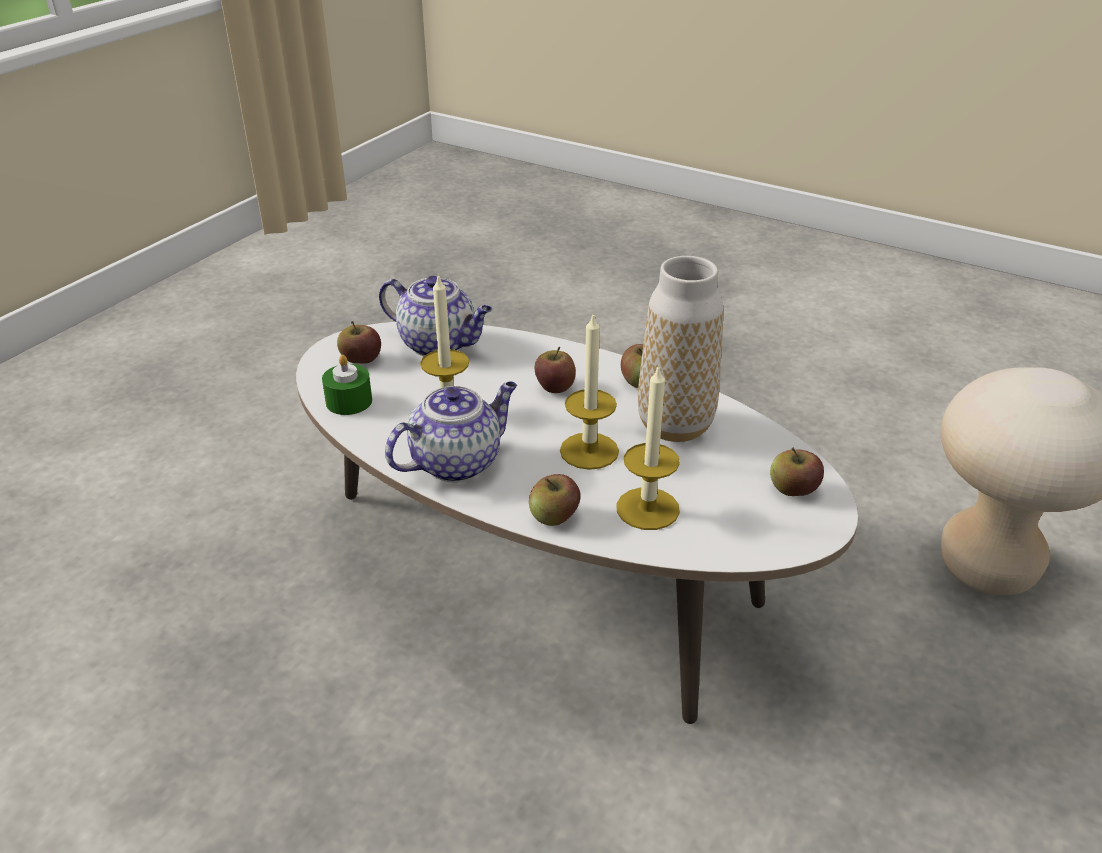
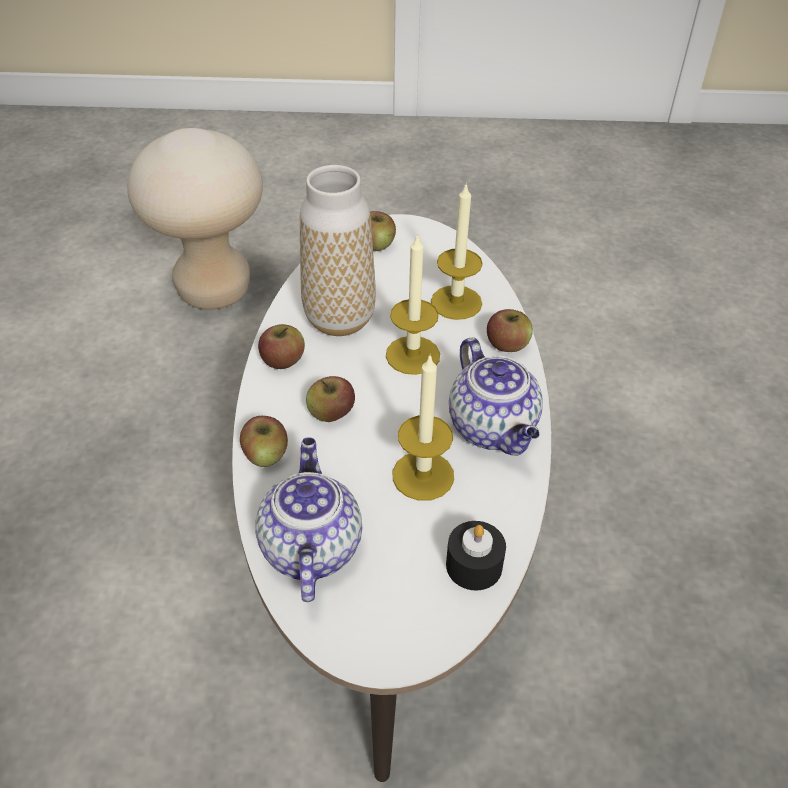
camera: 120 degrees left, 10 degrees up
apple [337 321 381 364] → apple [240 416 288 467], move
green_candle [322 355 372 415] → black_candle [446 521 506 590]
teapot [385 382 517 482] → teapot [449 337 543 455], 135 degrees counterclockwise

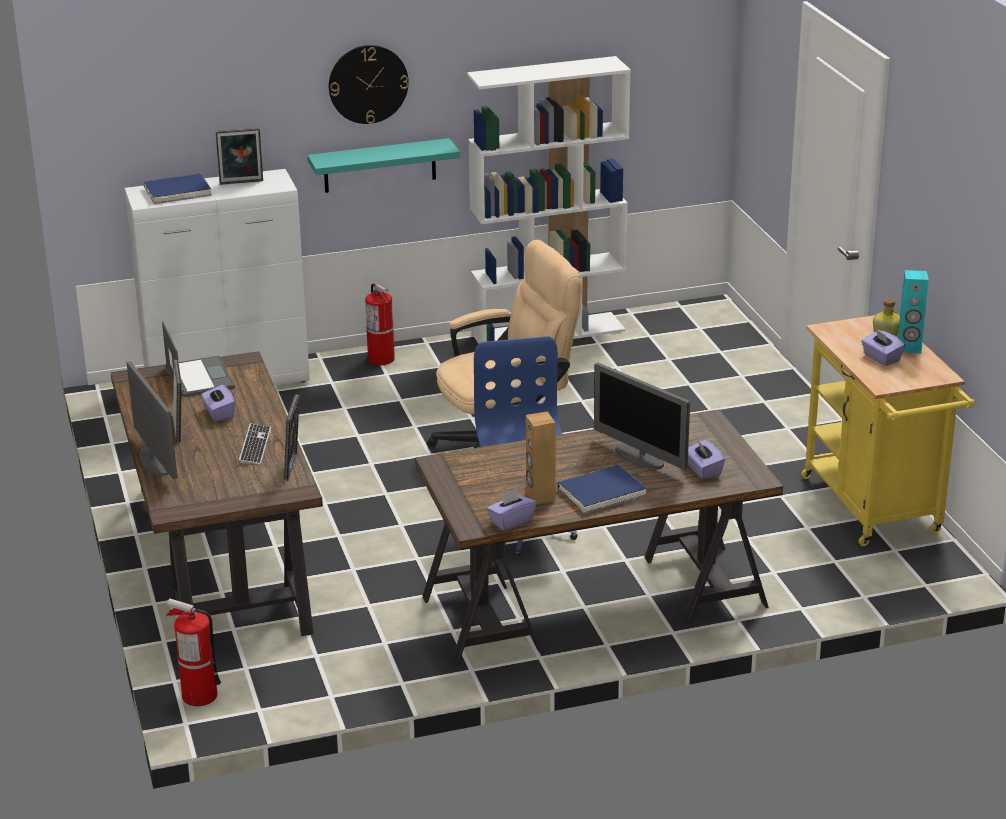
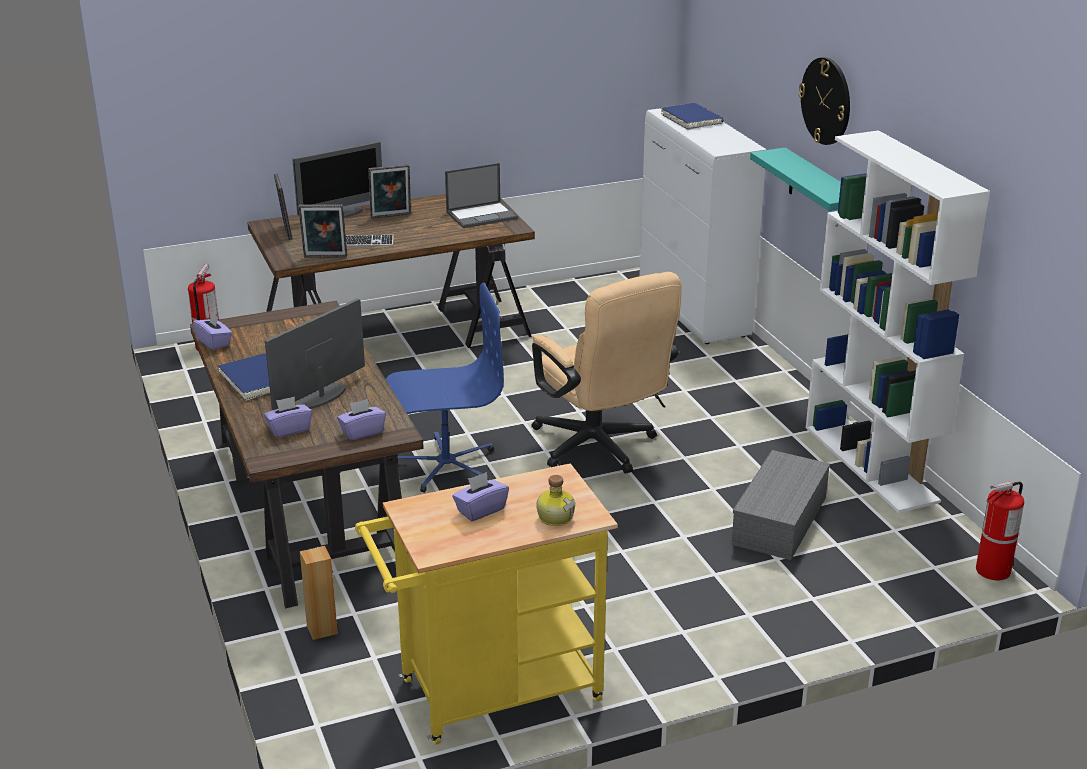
camera: 85 degrees right, 0 degrees up
picture_frame [215 127 263 185] → picture_frame [274 174 292 240], move
turquoise_speaker [898 270 929 354] → -
fire_extinguisher [365 283 395 365] → fire_extinguisher [976 481 1024 581], move
purple_tissue_box [201 385 235 421] → purple_tissue_box [337 399 386 441], move
brown_speaker [526 411 556 504] → brown_speaker [300 546 338 640], move
- → grey_storage_box [731 450 830 560]

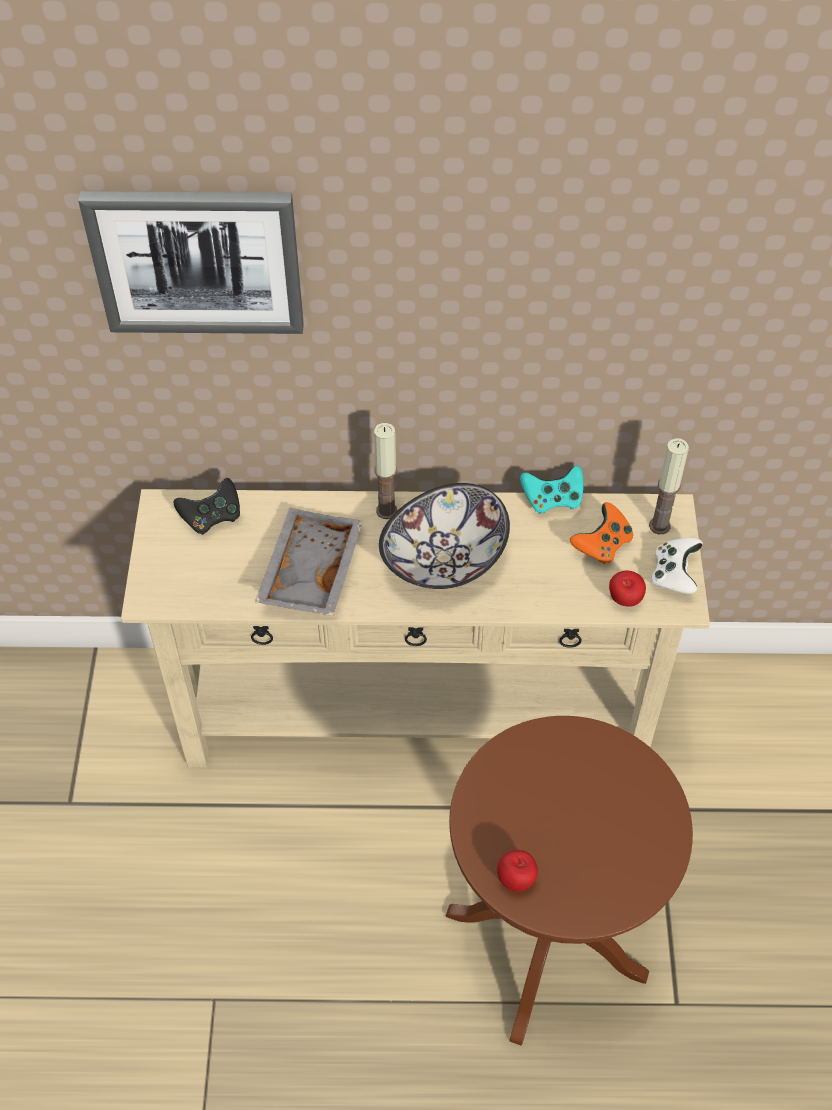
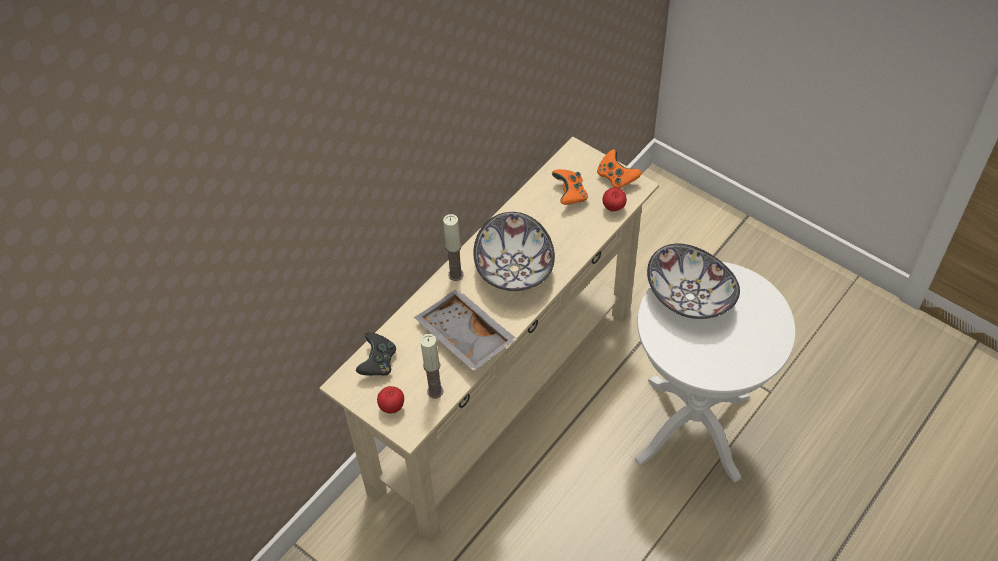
camera: 50 degrees left, 0 degrees up
picture [78 191 304 334] → -
candle [649 438 689 534] → candle [420 334 444 398], move
turquoise_game_controller [520 465 584 514] → -
white_game_controller [651 538 703 594] → orange_game_controller [597 149 642 189]
brown_side_table [445 716 693 1045] → white_side_table [635 262 795 483]
apple [497 850 538 891] → apple [377 386 404 413], move
- → bowl [647 244 740 319]

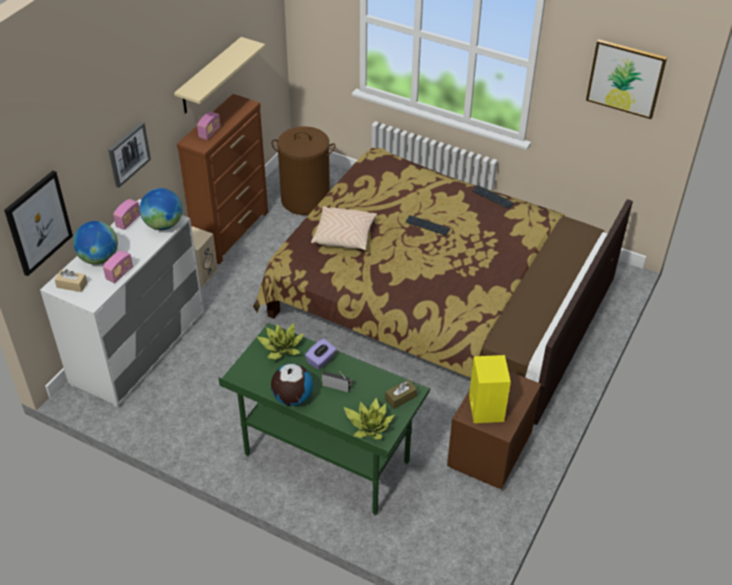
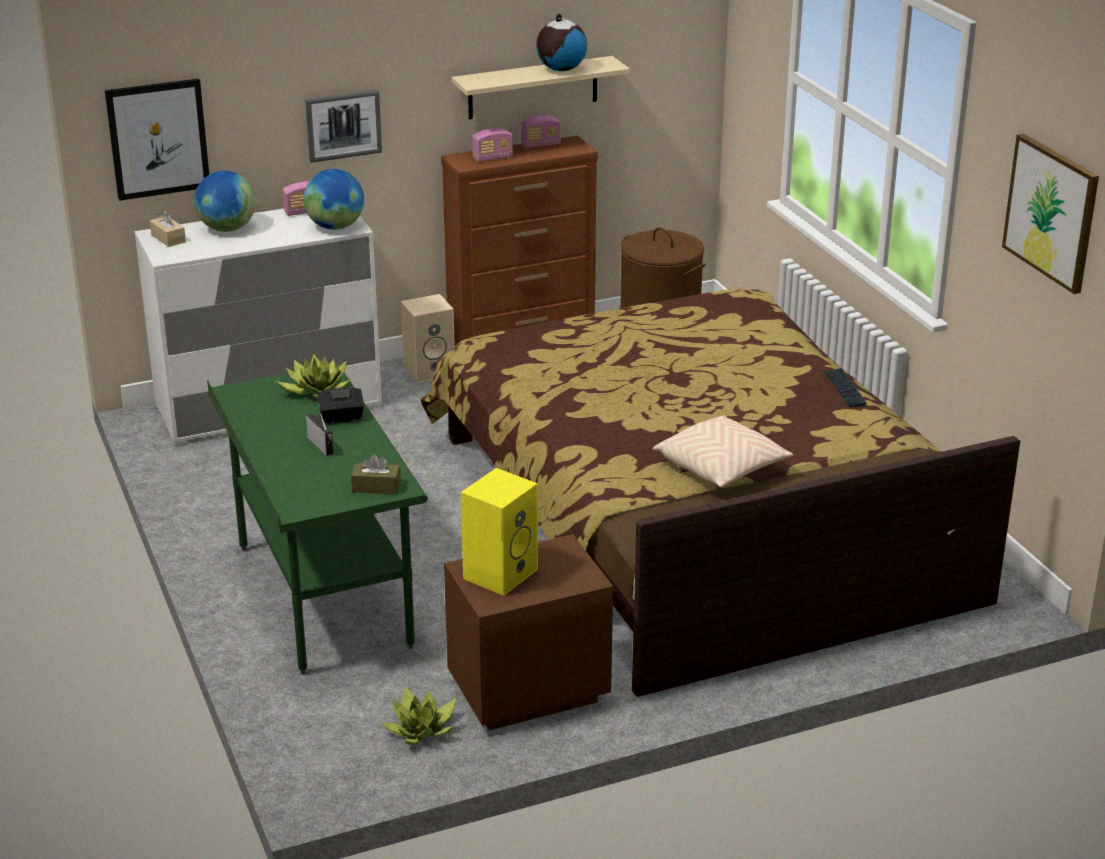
camera: 40 degrees right, 15 degrees down
beige_pillow [311 206 377 250] → beige_pillow [653 416 793 487], move
keyboard [405 215 450 235] → -
radio [103 250 133 283] → radio [521 116 561 148], move
purple_tissue_box [305 338 337 370] → black_tissue_box [317 388 364 423]
globe [271 364 313 406] → globe [536 14 587 71], move
potted_plant [344 398 394 440] → potted_plant [381 686 456 745], move

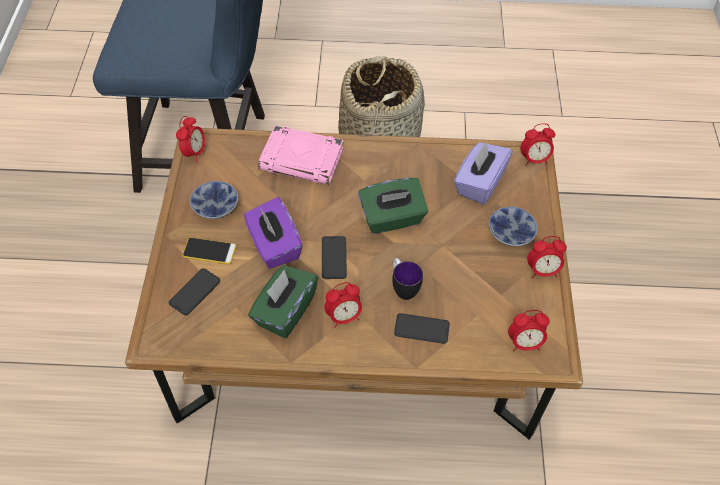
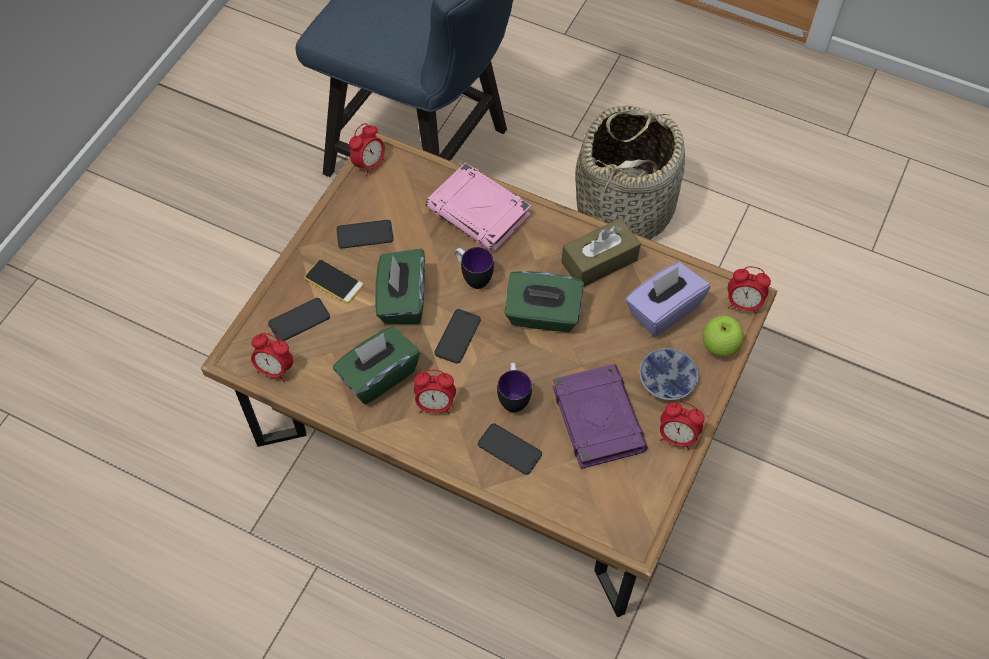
camera: 25 degrees right, 5 degrees up
bowl [190 181 238 219] → phone [336 220 394 249]
purple_tissue_box [244 197 303 269] → green_tissue_box [375 249 425 324]
alarm_clock [508 310 550 352] → alarm_clock [251 333 293 382], move
- → brown_tissue_box [561 218 641 287]
- → mug [455 247 494 289]
- → apple [702 316 743 357]
- → purple_book [552 364 648 469]

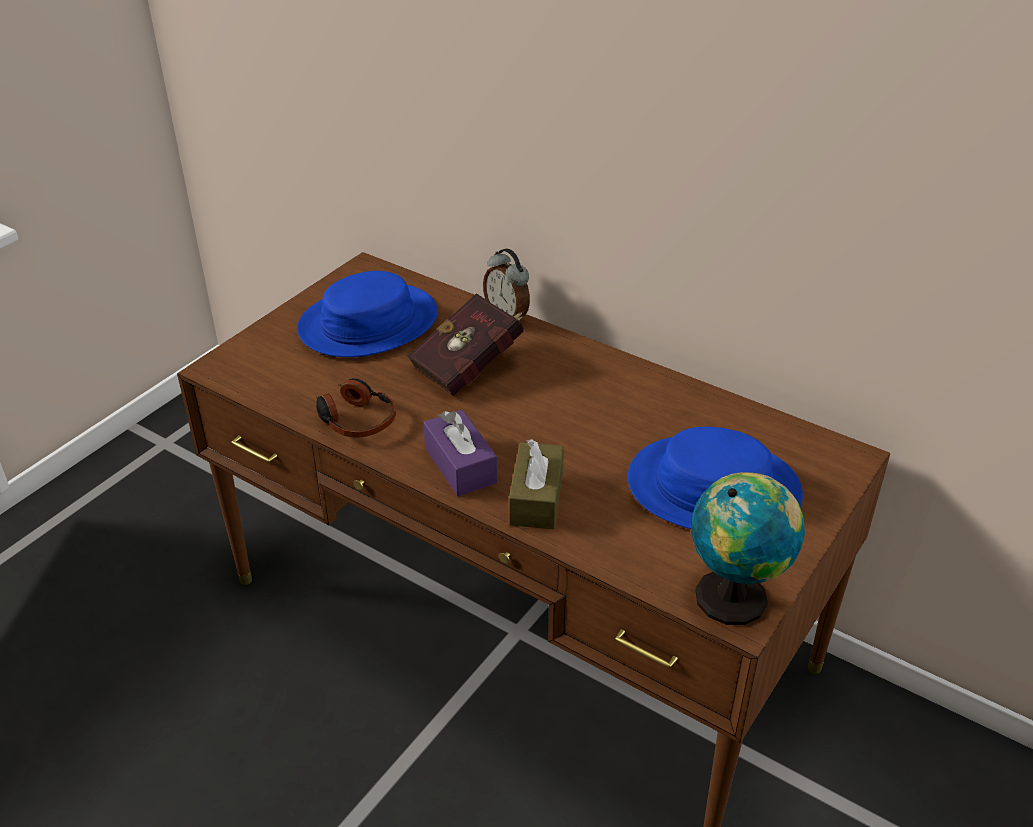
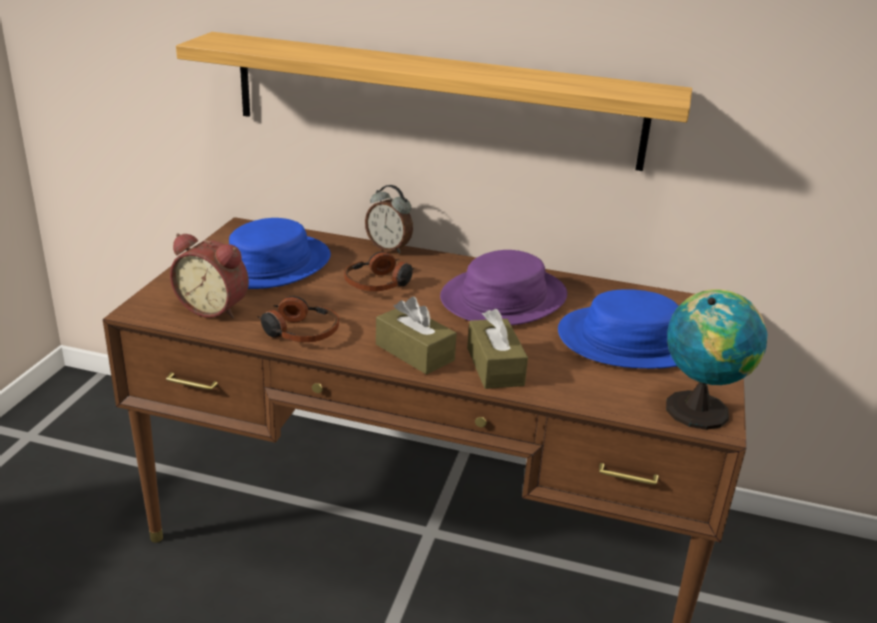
camera: 20 degrees left, 10 degrees down
red_book [407 293 524 396] → headphones [344 252 415 291]
purple_tissue_box [423 410 498 496] → brown_tissue_box [376 297 457 375]
- → shelf [176 32 692 171]
- → alarm_clock [170 233 249 318]
- → purple_hat [440 250 567 325]

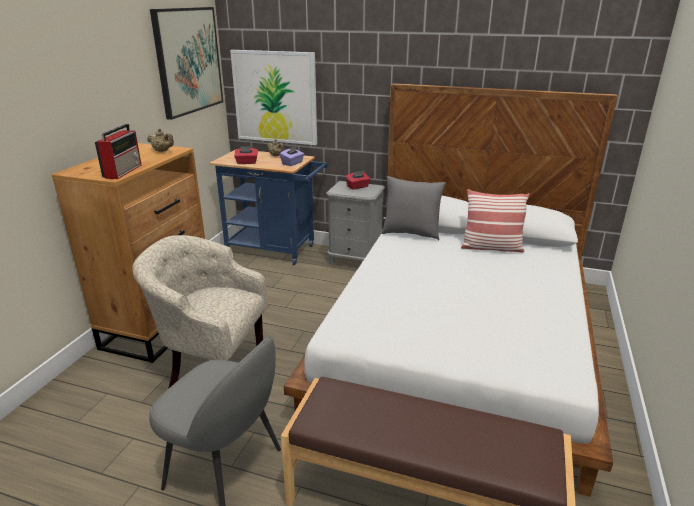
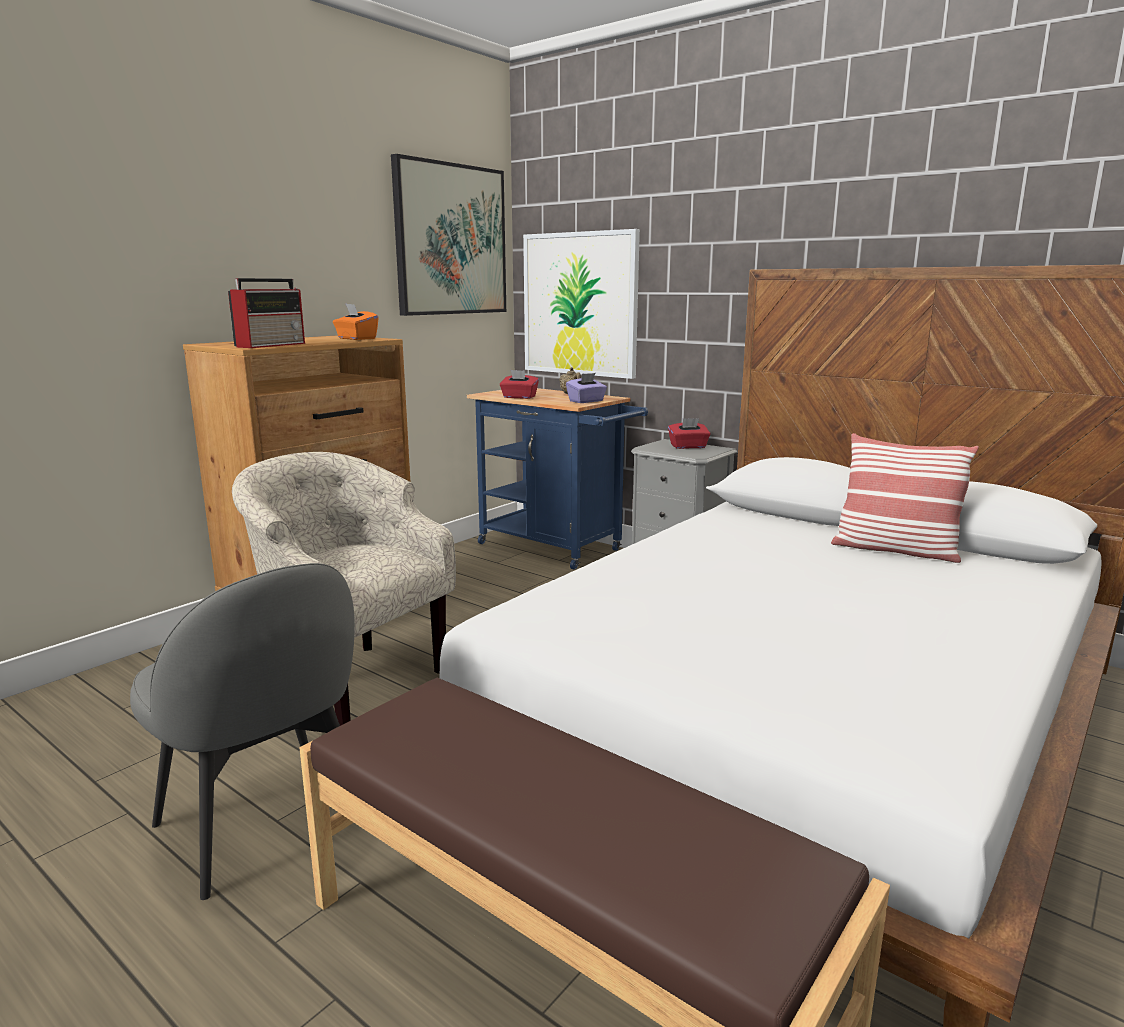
camera: 20 degrees right, 10 degrees down
beige_teapot [147 128 174 152] → orange_tissue_box [333 303 379 340]
grey_pillow [382 176 446 240] → -

